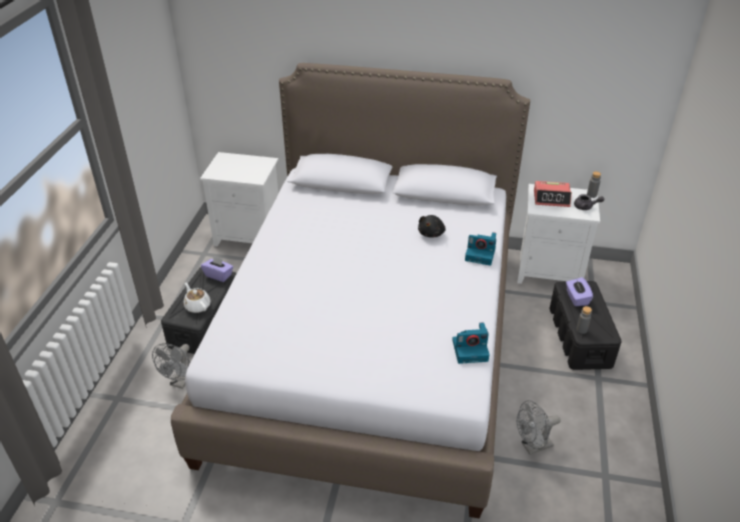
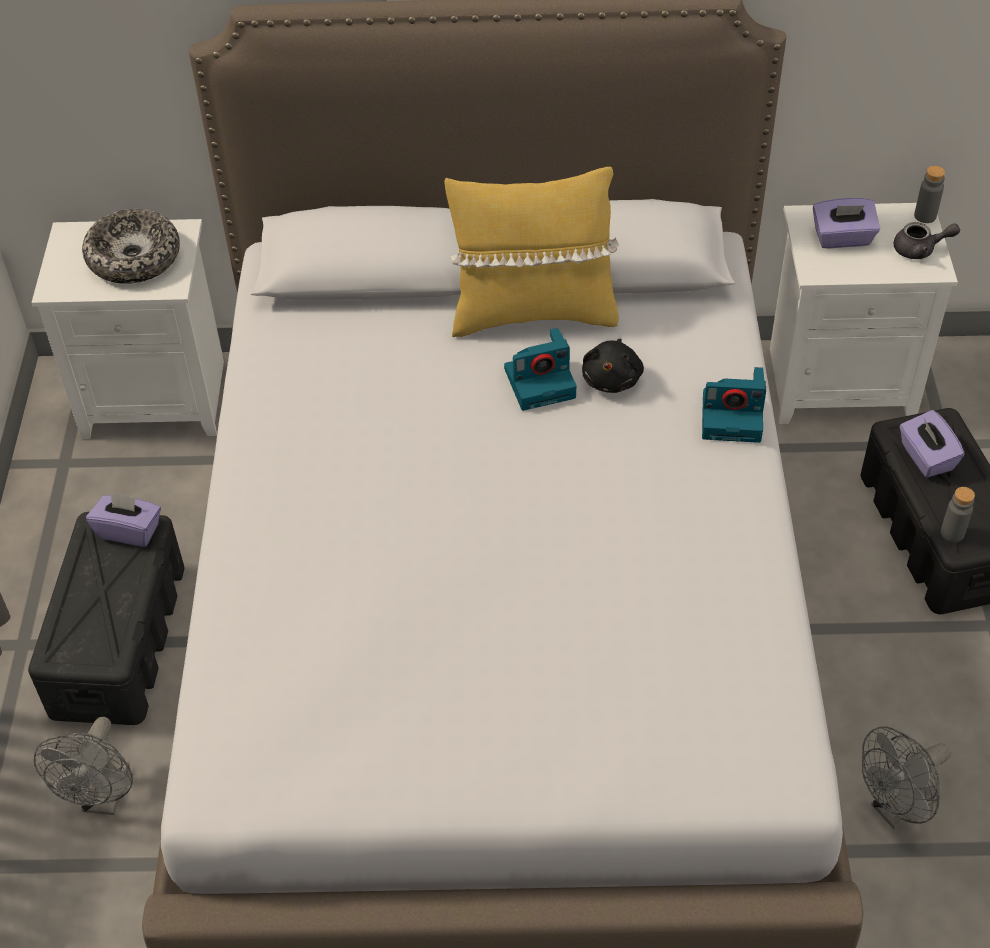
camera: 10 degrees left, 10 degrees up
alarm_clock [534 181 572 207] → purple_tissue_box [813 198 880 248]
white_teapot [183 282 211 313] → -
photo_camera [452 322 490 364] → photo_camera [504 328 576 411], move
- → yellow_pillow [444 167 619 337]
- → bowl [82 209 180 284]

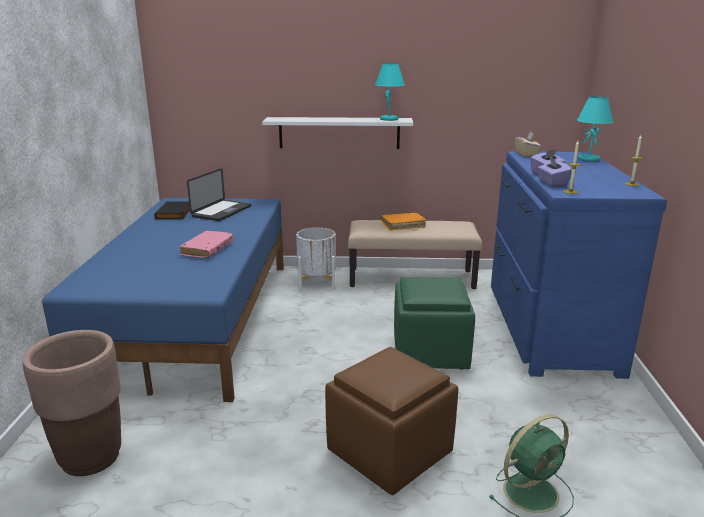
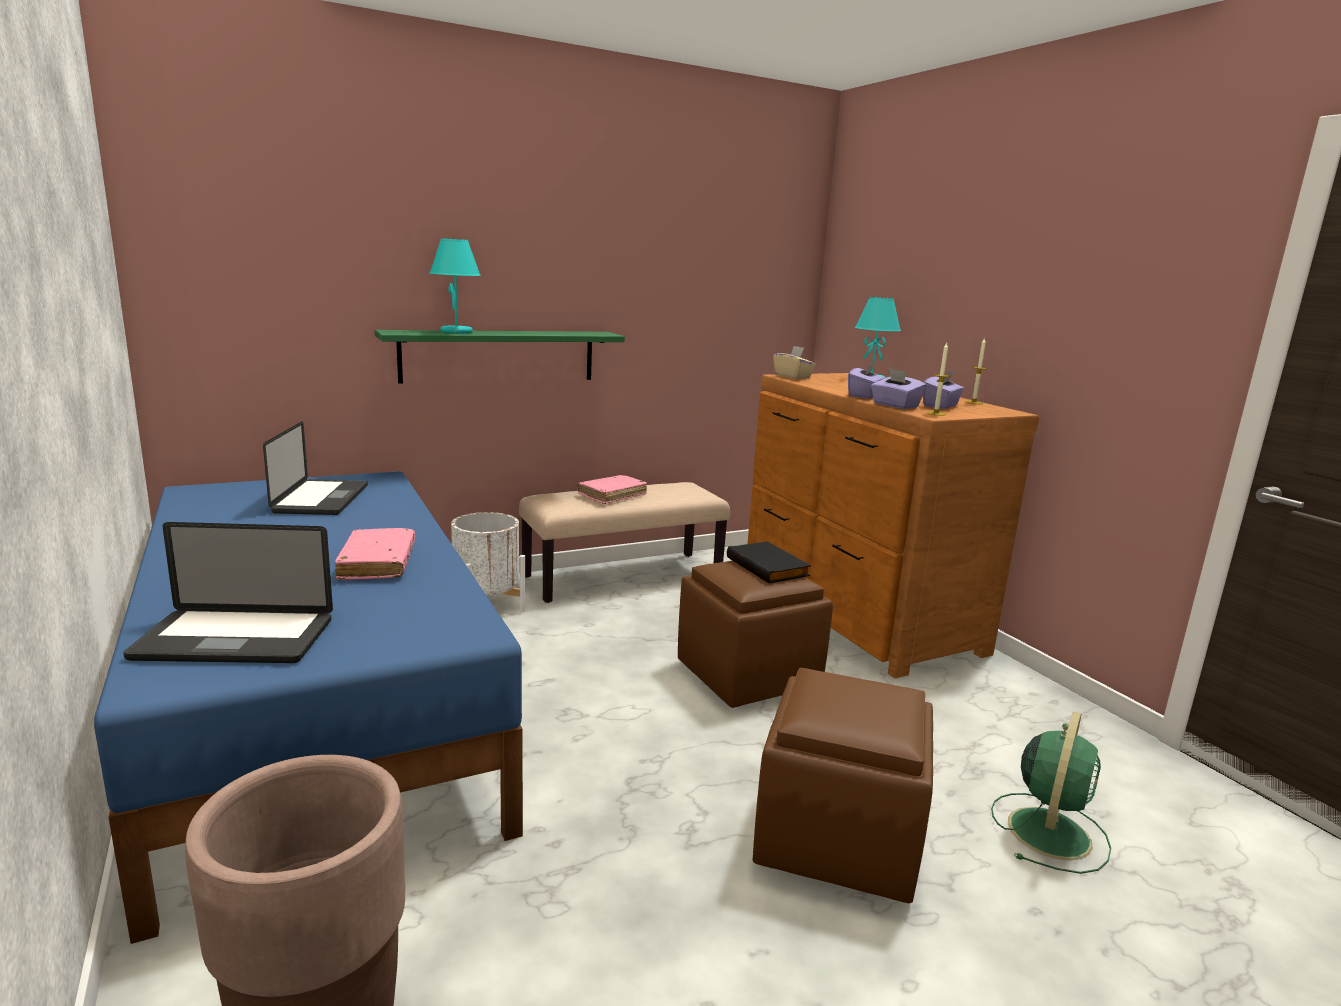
camera: 30 degrees left, 5 degrees down
turquoise_table_lamp [375 63 405 121] → turquoise_table_lamp [430 238 481 333], move
white_shelf [262 117 413 149] → green_shelf [375 330 625 384]
blue_dresser [491 151 667 379] → brown_dresser [748 373 1039 678]
black_book [155 201 190 219] → black_book [727 541 811 584], move
orange_book [381 213 426 231] → pink_book [578 475 647 504]
green_ottoman [394 277 475 369] → brown_ottoman [678 561 833 708]
- → purple_tissue_box [923 371 964 409]
- → laptop [123 522 333 663]

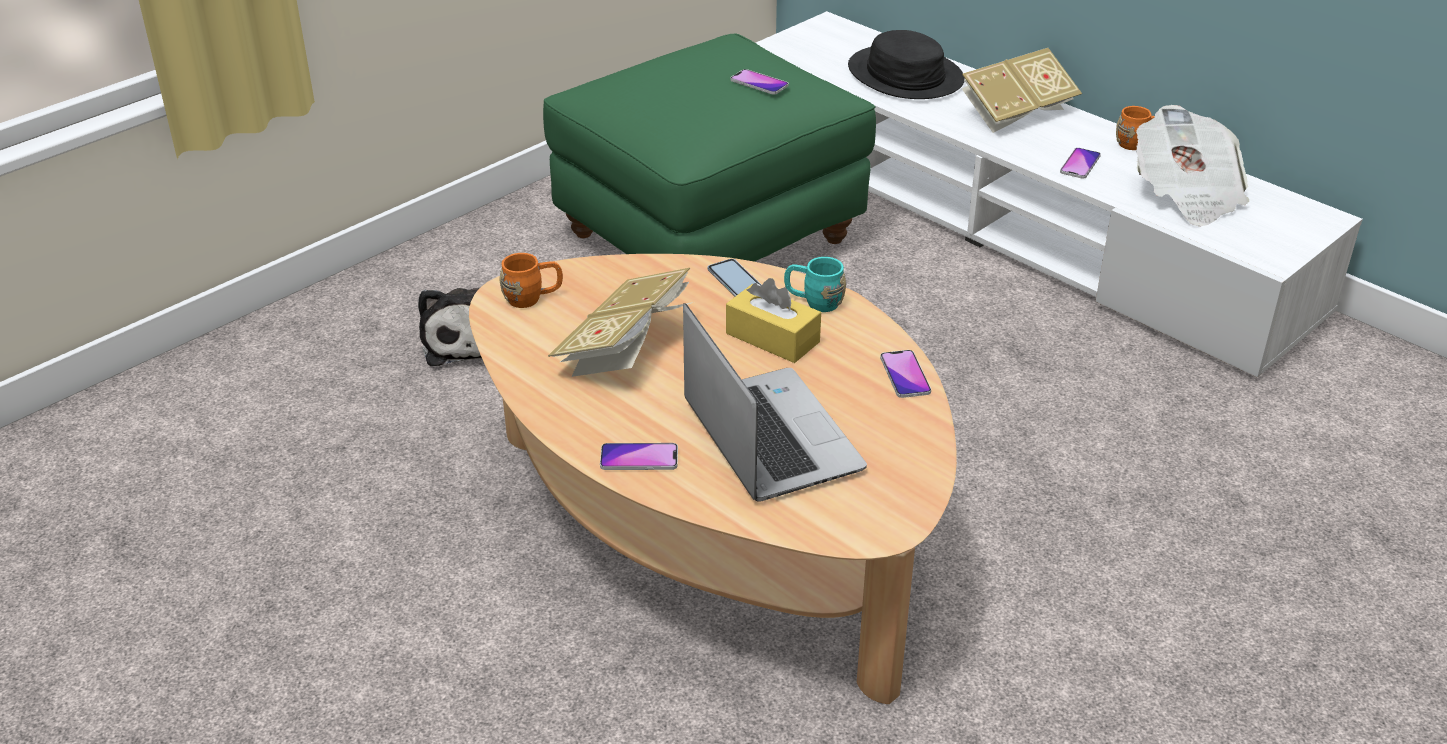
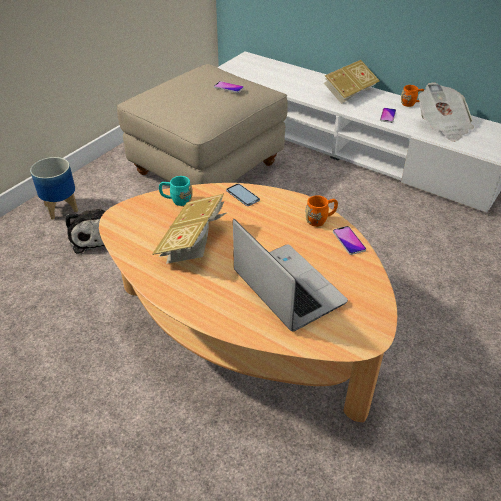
camera: 10 degrees left, 5 degrees up
black_hat [848 30 965 99] → -
green_ottoman [543 34 876 262] → beige_ottoman [117 64 288 185]
orange_mug [499 253 563 308] → orange_mug [305 195 338 227], move
turquoise_mug [784 257 846 312] → turquoise_mug [159 176 193 206], move
yellow_tissue_box [726 278 821 363] → -
phone [600 443 678 470] → -
- → planter [30 157 78 219]

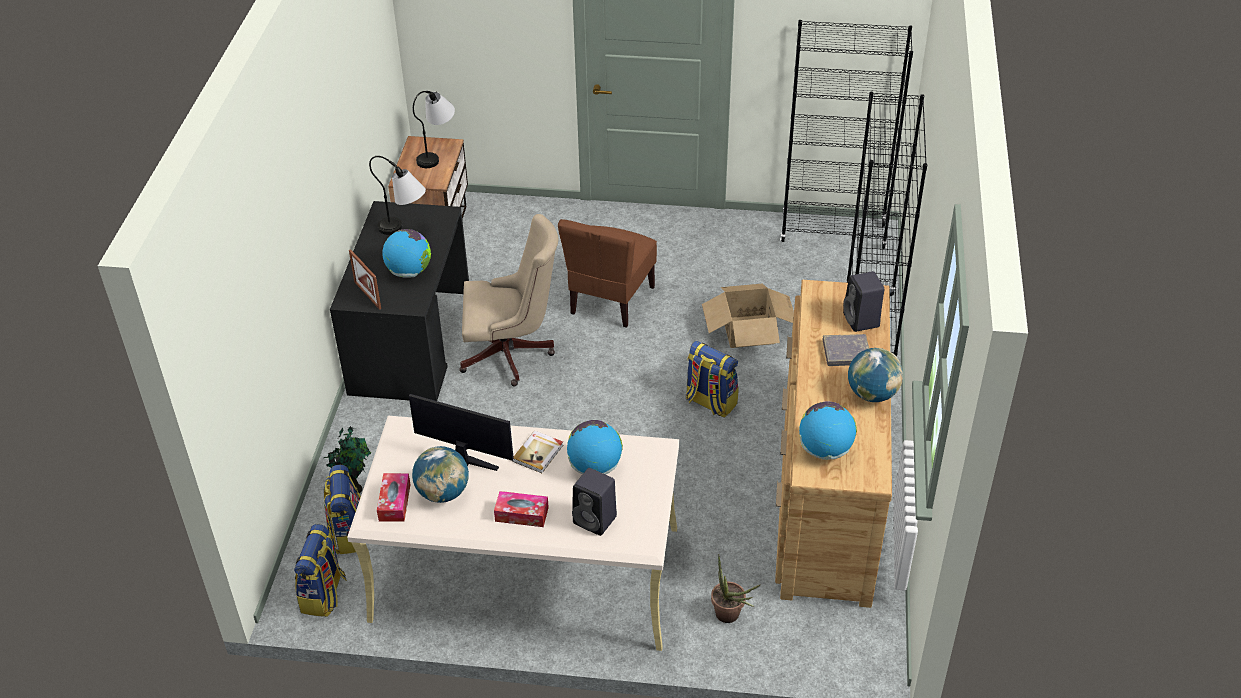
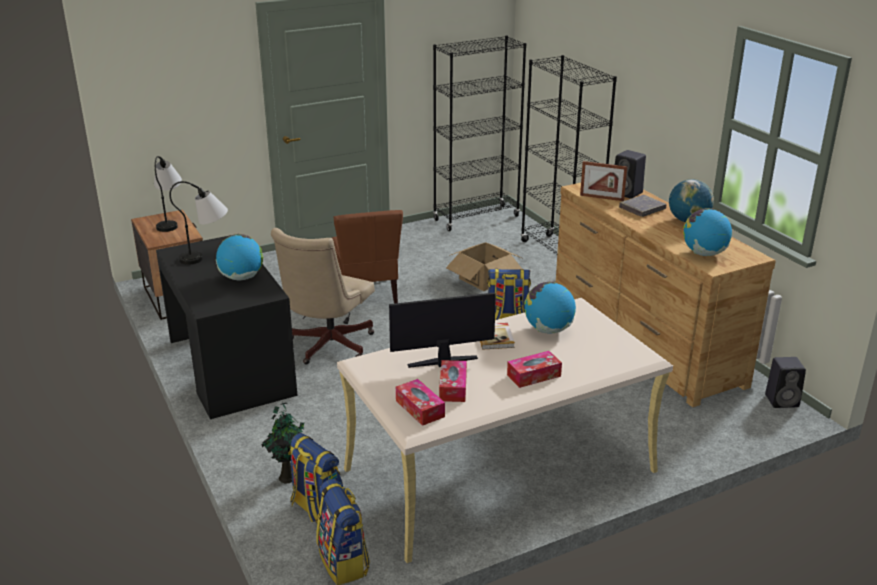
camera: 35 degrees left, 15 degrees down
beige_office_chair [459 214 558 386] → beige_office_chair [271 228 375 364], 150 degrees clockwise
picture_frame [349 249 381 310] → picture_frame [580 161 628 201], move
globe [412 446 469 503] → tissue_box [439 360 467 402]
black_speaker [572 468 617 536] → black_speaker [765 357 806 408], move
potted_plant [711 554 760 623] → -

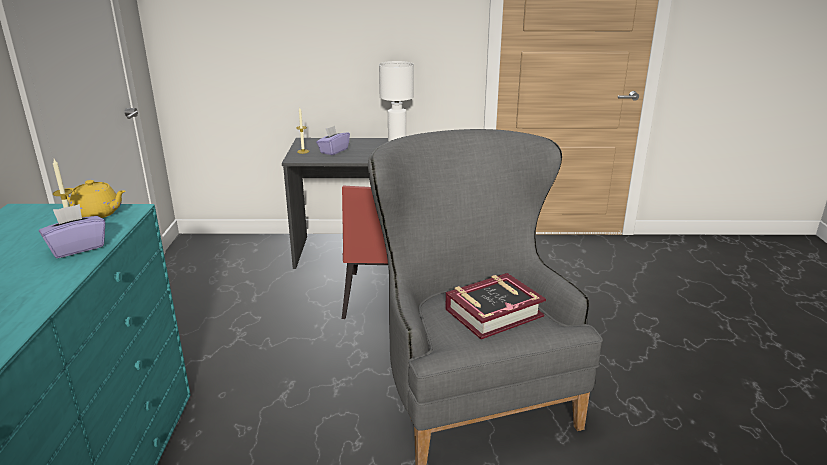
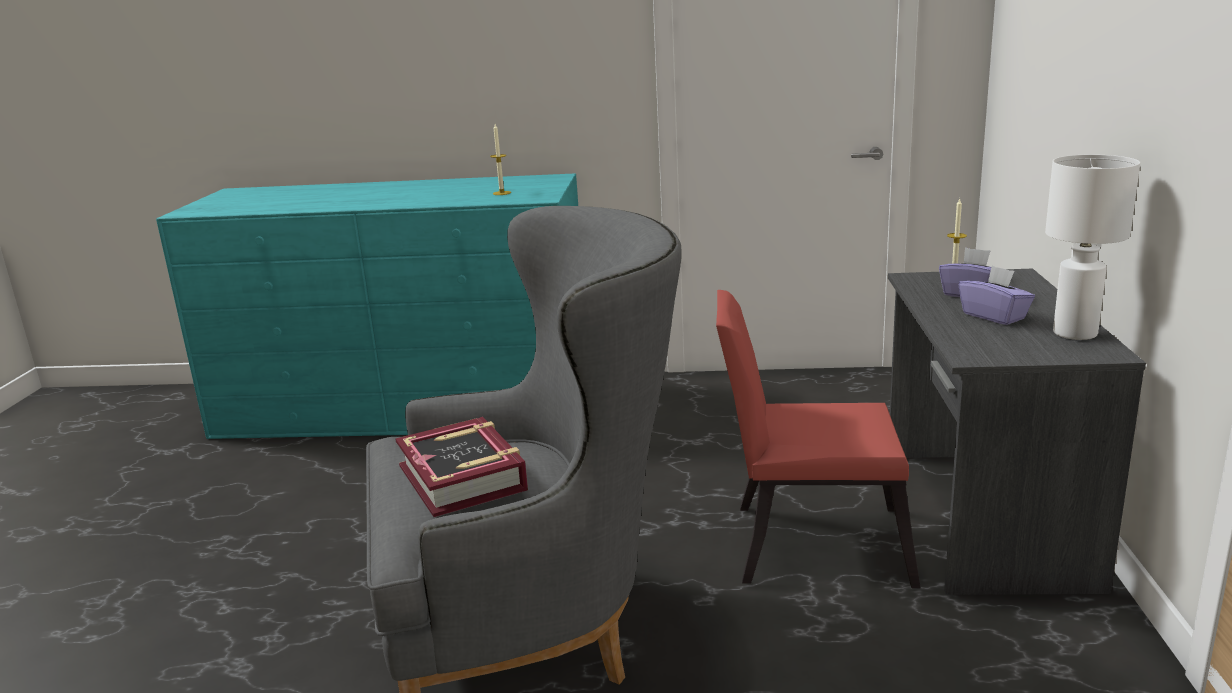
camera: 95 degrees right, 5 degrees down
yellow_teapot [65 180 126 218] → -
purple_tissue_box [39 204 105 258] → purple_tissue_box [959 266 1035 325], move

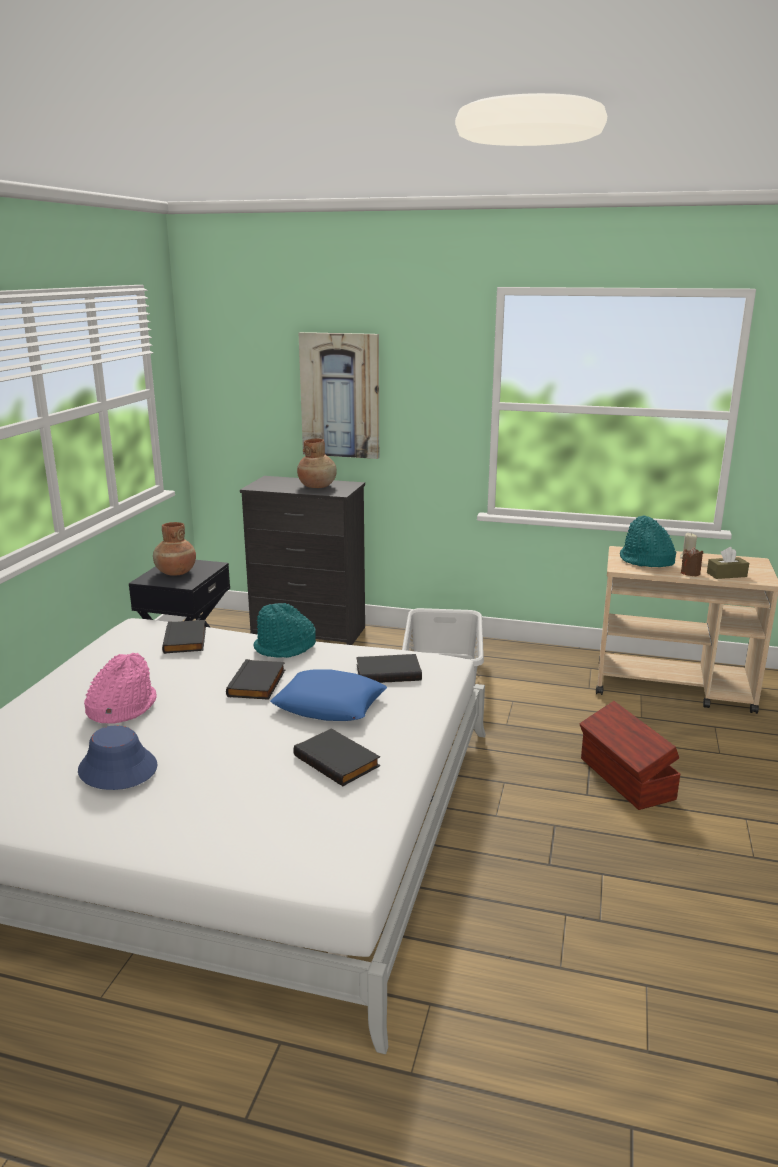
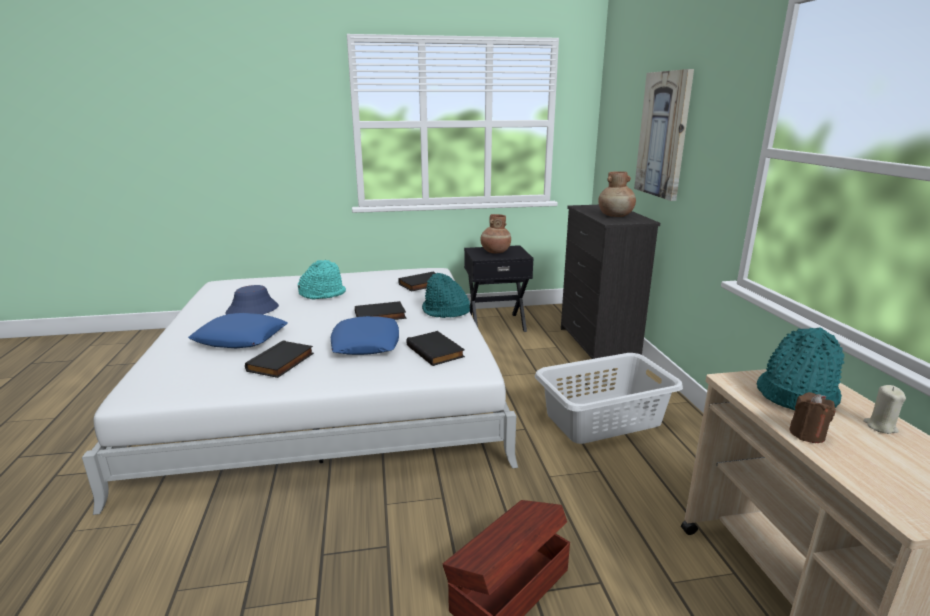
camera: 65 degrees right, 0 degrees up
brown_tissue_box [707 547 749 579] → -
pink_hat [84 653 157 724] → turquoise_hat [298 260 346 299]
- → blue_pillow [188 313 288 348]

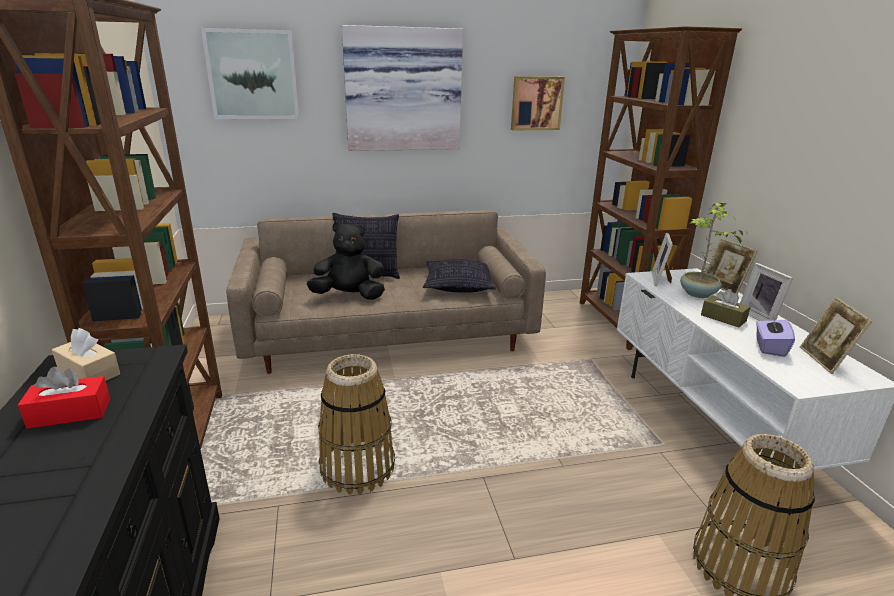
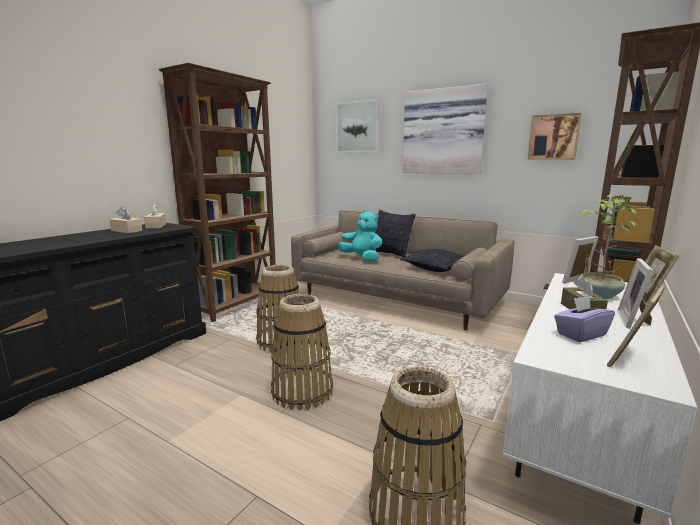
camera: 45 degrees right, 10 degrees down
black_plush_toy [307 222 385 300] → turquoise_plush_toy [338 210 382 262]
red_tissue_box [18 367 110 429] → beige_tissue_box [109 207 142 233]
- → basket [271 294 333 411]

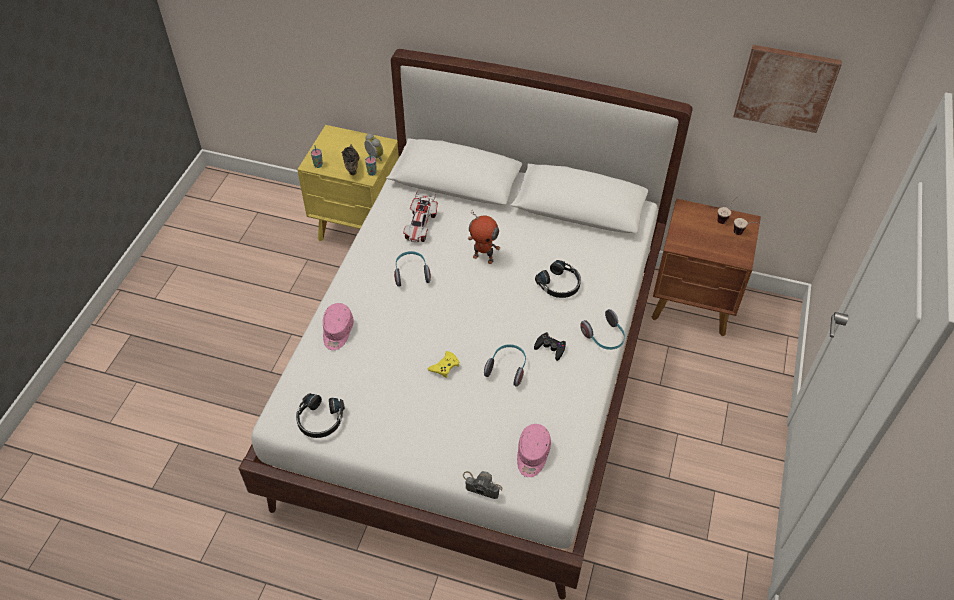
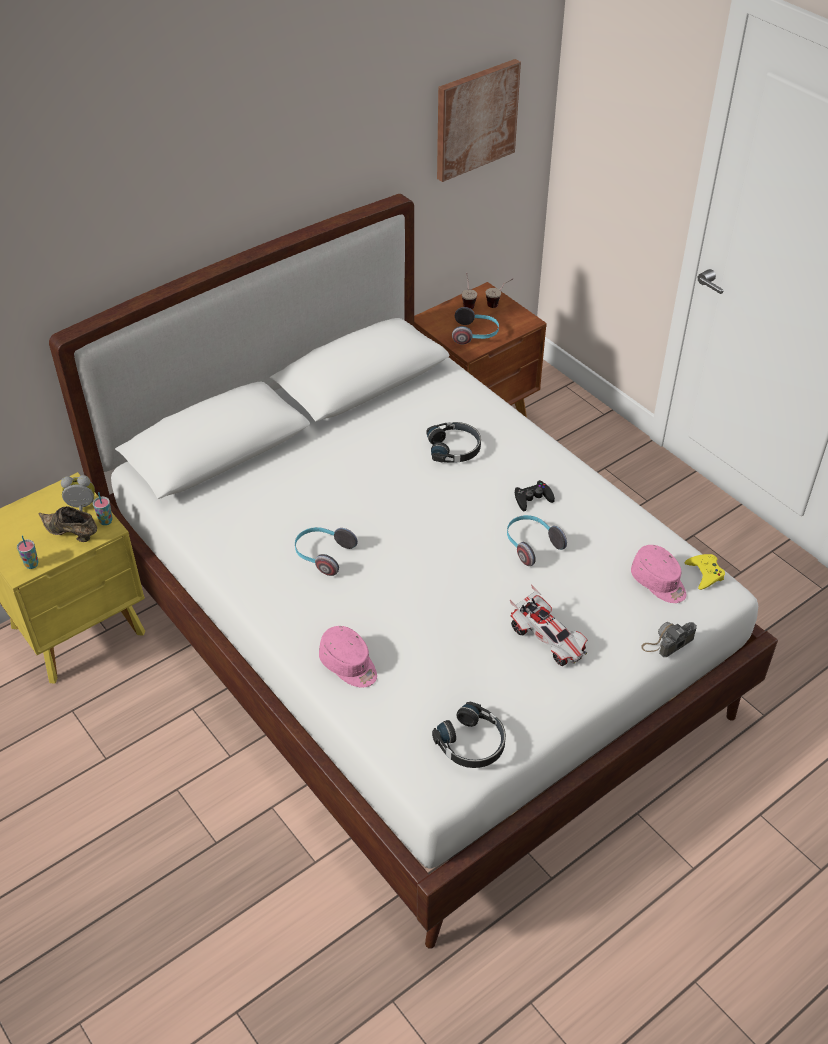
camera: 55 degrees left, 5 degrees down
toy_car [403 190 438 243] → toy_car [510 584 587 666], move
toy_robot [468 211 500 264] → -
headphones [580 309 625 350] → headphones [452 307 499 344], move
yellow_game_controller [428 351 459 378] → yellow_game_controller [685 554 725 590], move

